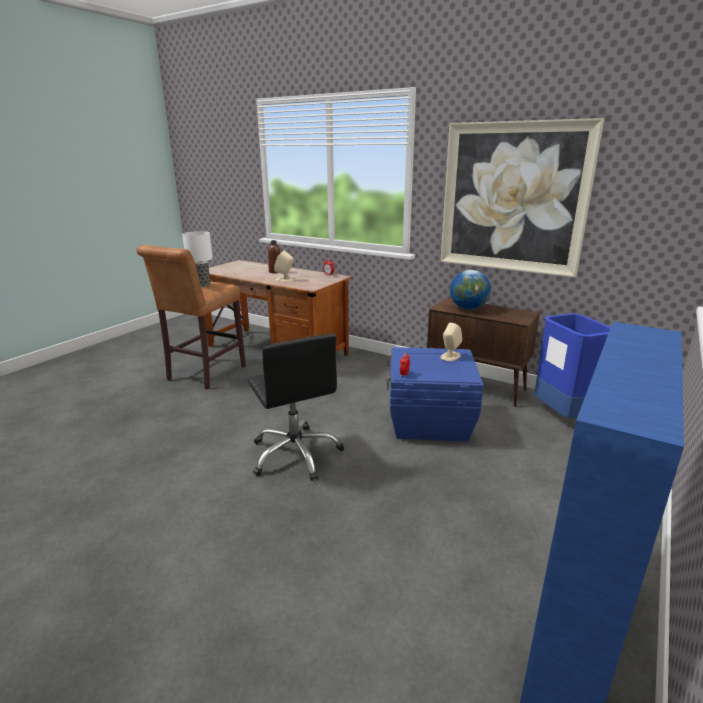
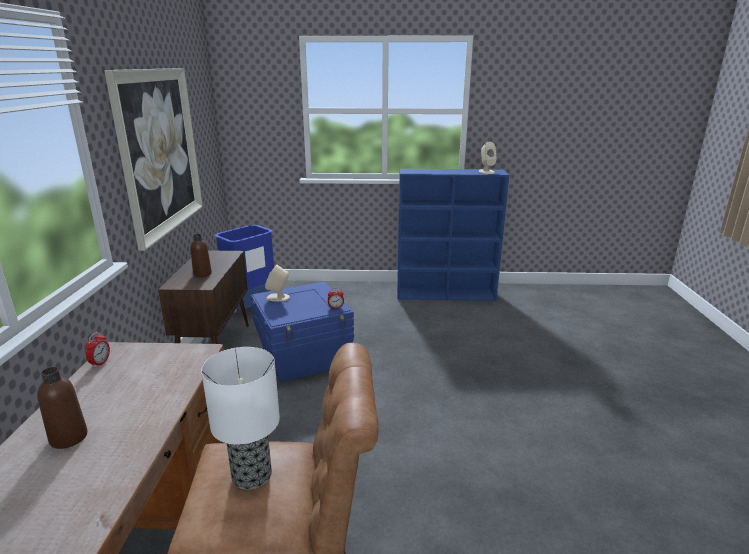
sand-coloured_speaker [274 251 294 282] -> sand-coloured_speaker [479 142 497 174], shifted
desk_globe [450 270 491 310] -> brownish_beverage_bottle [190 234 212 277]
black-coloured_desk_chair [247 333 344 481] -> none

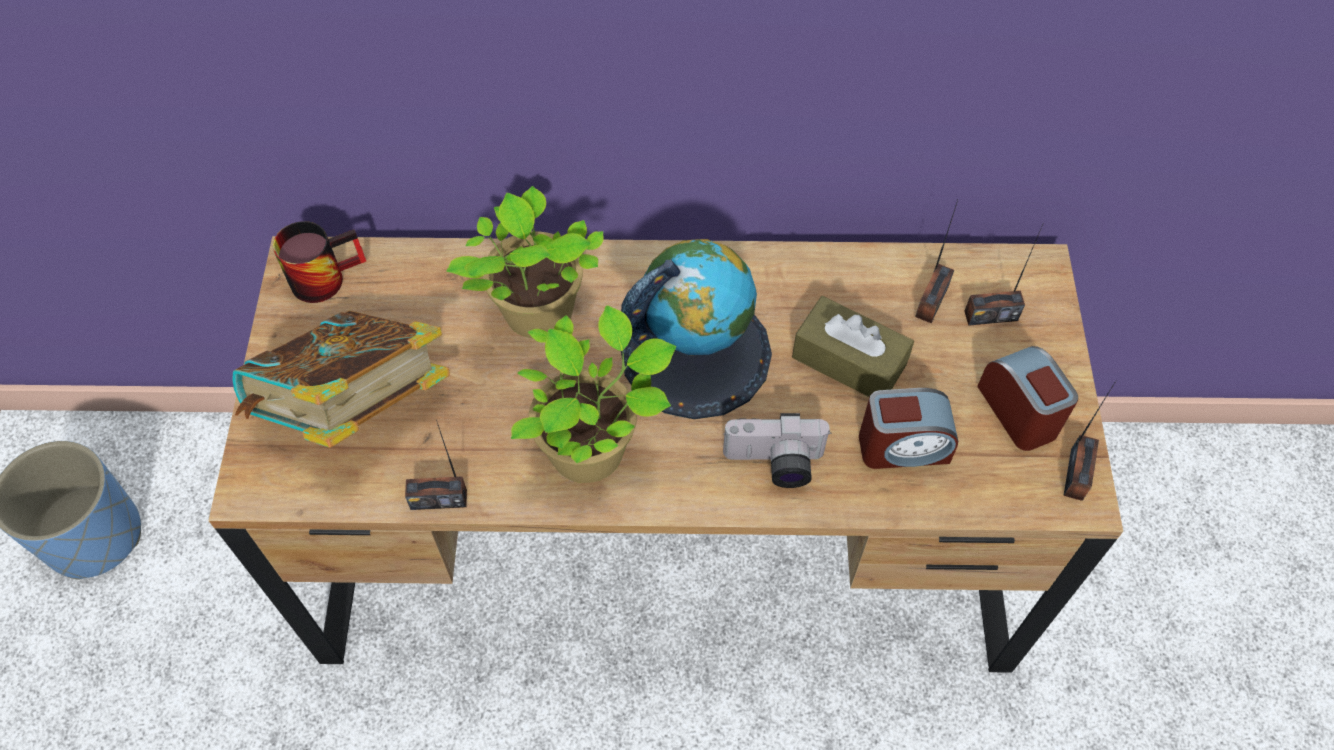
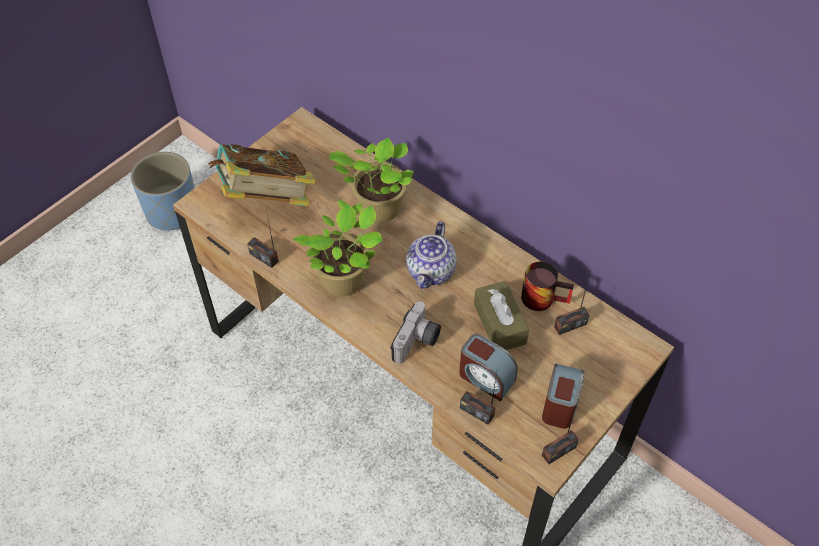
mug [273 221 366 303] -> mug [521 261 574 311], shifted
radio_set [964 225 1043 326] -> radio_set [460 372 497 424], shifted
desk_globe [621 239 772 419] -> tea_pot [406 221 457 289]
photo_camera [723 413 832 488] -> photo_camera [390 301 441 364], 105 degrees counterclockwise

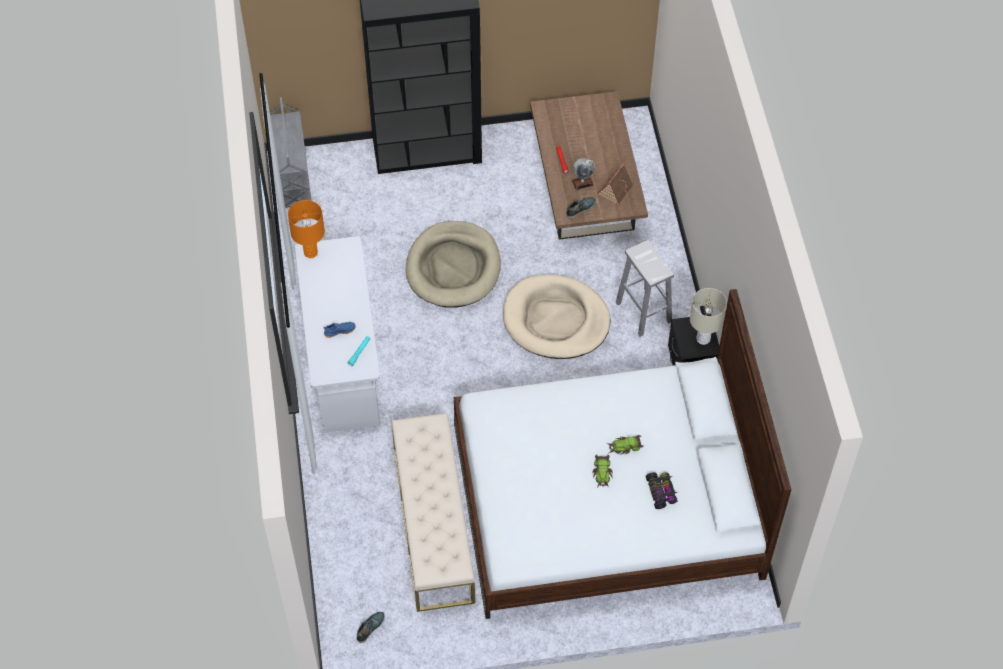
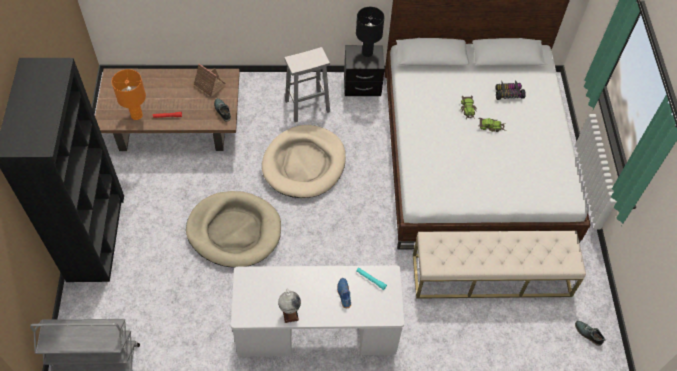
desk_globe [571 158 595 190] -> desk_globe [278 289 301 323], shifted
orangey_table_lamp [288 200 325 258] -> orangey_table_lamp [112 69 146 120], shifted
sand-coloured_table_lamp [690 288 727 345] -> black-coloured_table_lamp [356 7 384 57]

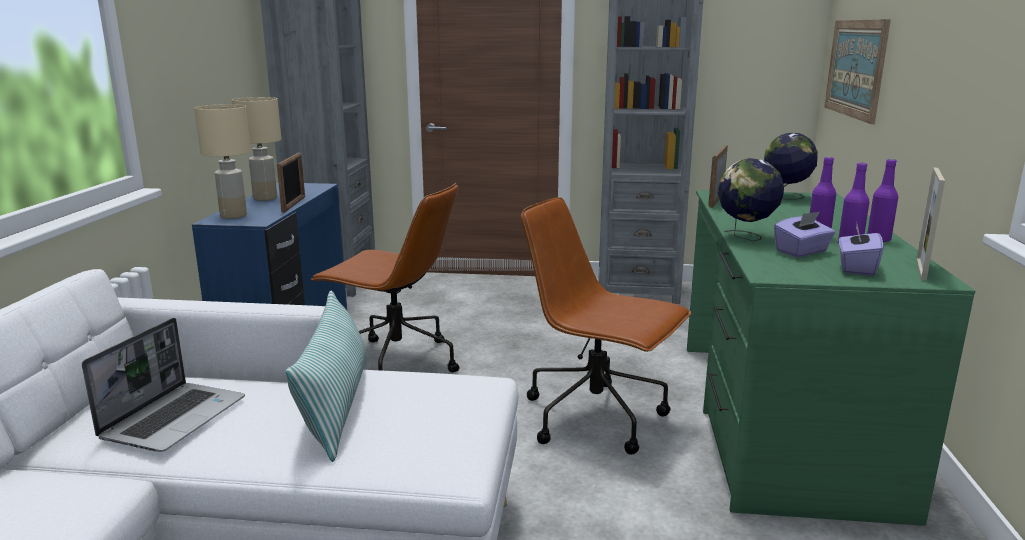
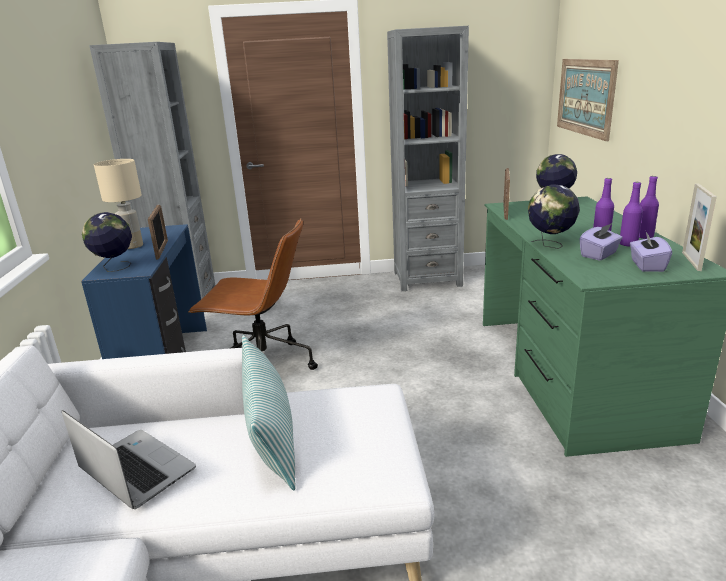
sand-coloured_table_lamp [194 104 251 219] -> desk_globe [82 212 132 272]
brownish_desk_chair [521 197 691 455] -> none
laptop [82 318 245 452] -> laptop [62 410 196 509], 60 degrees counterclockwise

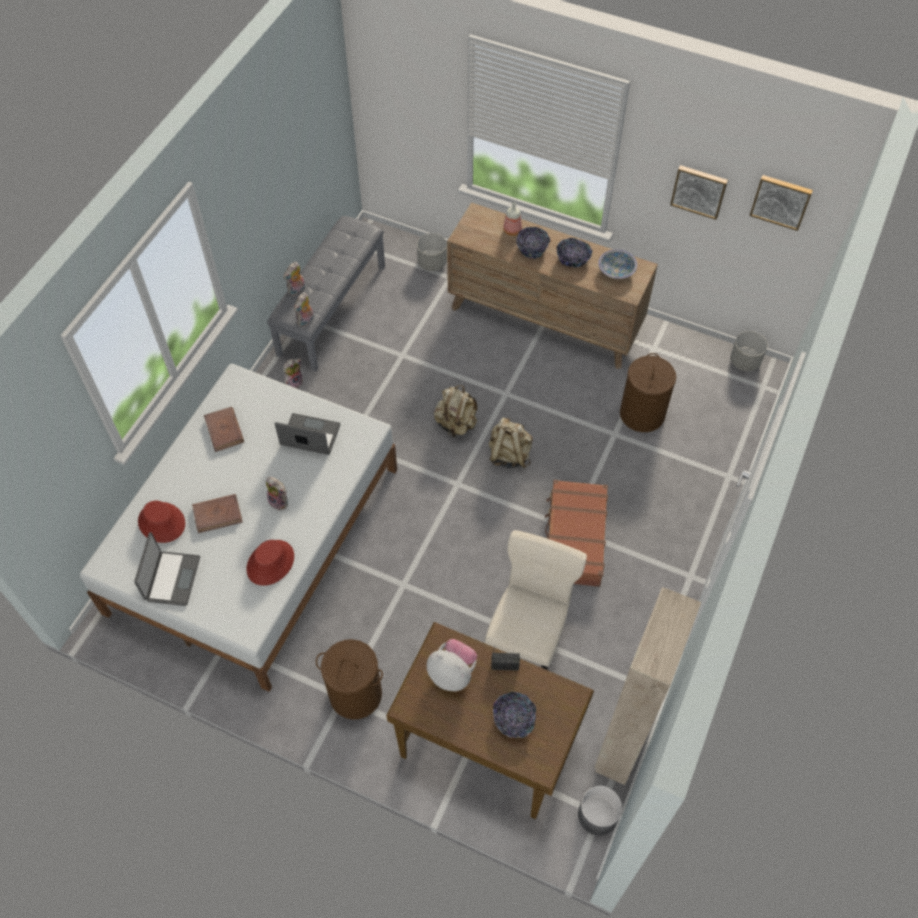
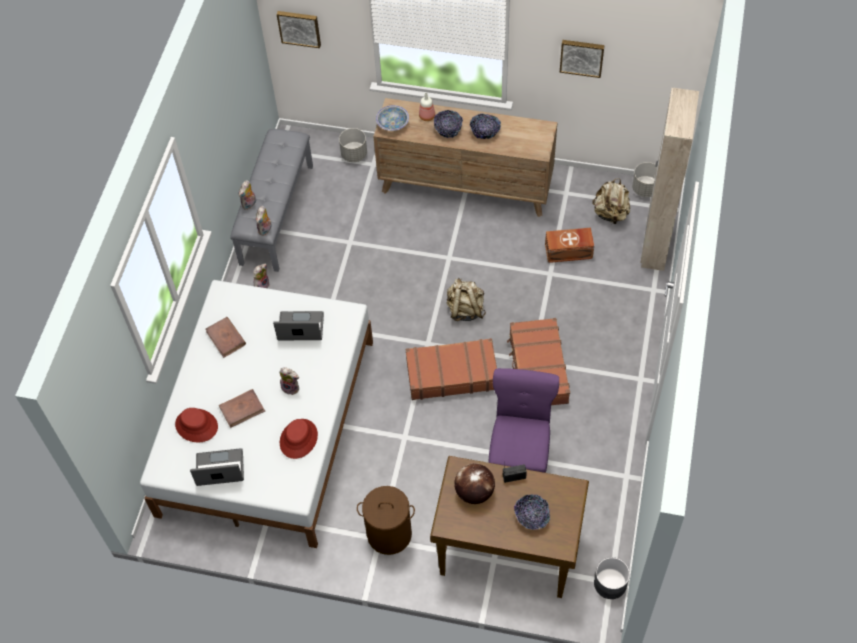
wall_picture [749 175 813 231] -> wall_picture [277 11 321 48], shifted
serving_bowl [598 249 637 279] -> serving_bowl [376 105 409 131], shifted
brownish_washing_basket [620 353 676 432] -> brownish_storage_box [545 228 594 263]
sand-coloured_backpack [434 385 478 437] -> sand-coloured_backpack [593 178 630 224], shifted
sand-coloured_upright_chair [485 530 587 670] -> purplish_upright_chair [488 368 559 473]
laptop [134 532 200 606] -> laptop [190 448 244 486], 90 degrees counterclockwise
sand-coloured_wardrobe [594 587 701 785] -> sand-coloured_wardrobe [640 88 699 271], shifted
cuddly_toy [427 639 477 691] -> desk_globe [454 463 495 504]
none -> brownish_travel_case [406 338 497 400]

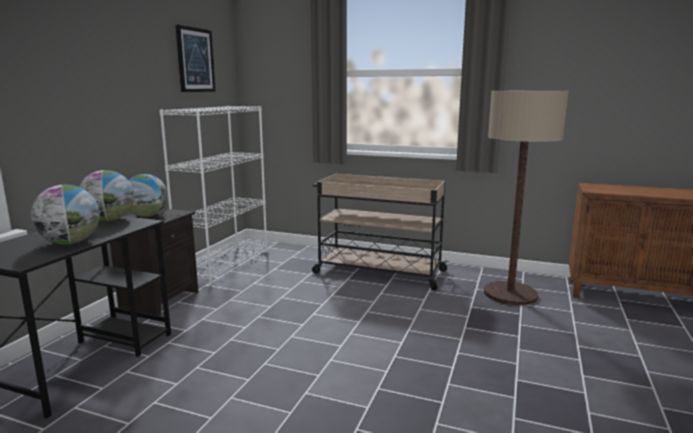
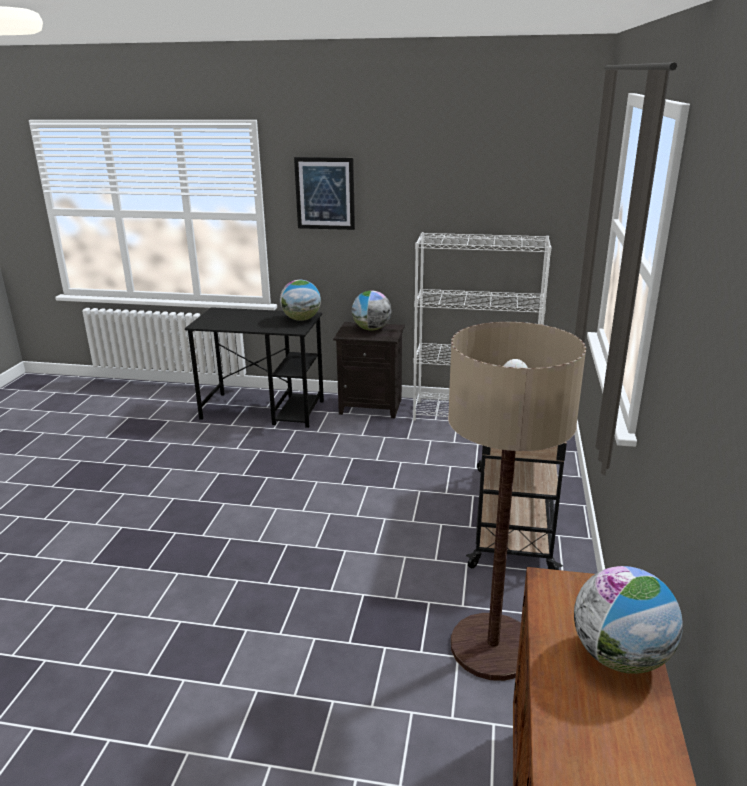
wall_picture [176 25 216 92] -> wall_picture [294 157 355 230], shifted
desk_globe [31 185 100 244] -> desk_globe [574 566 683 674], shifted

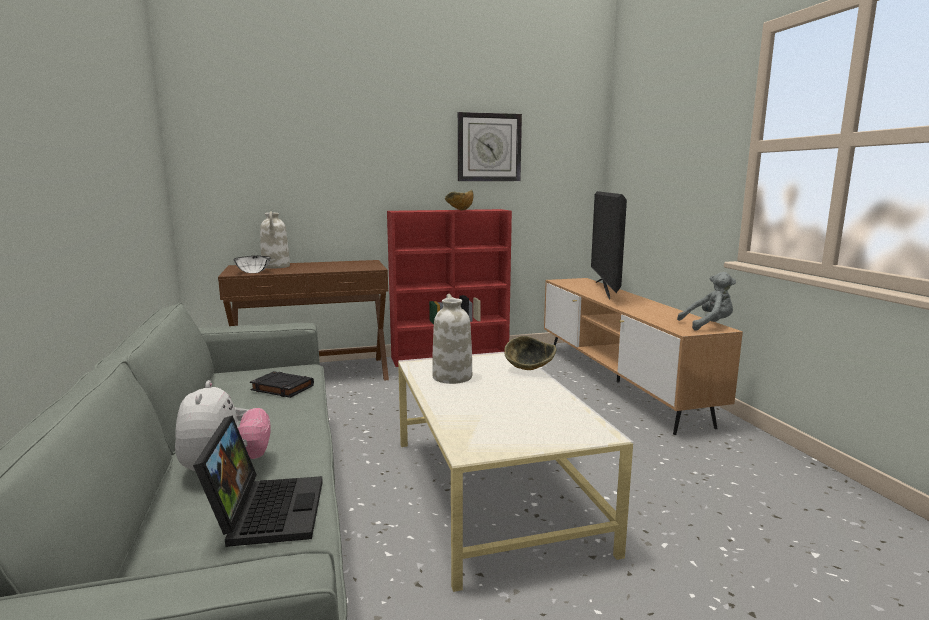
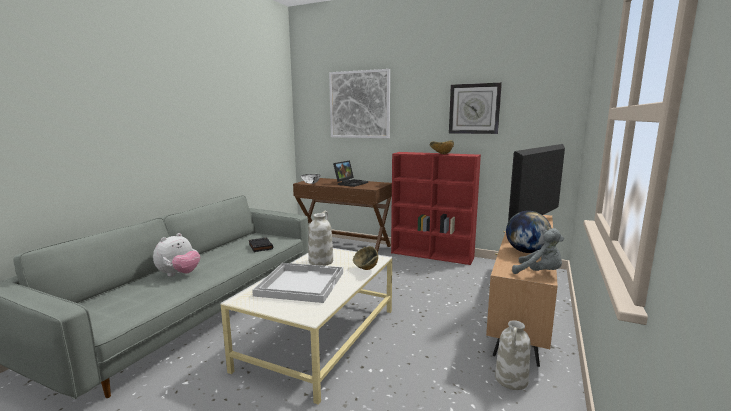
whitish_flower_vase [260 211 290 269] -> whitish_flower_vase [495 320 530 390], shifted
laptop [193 415 323 547] -> laptop [333 160 368 187], shifted
none -> wall_picture [329 69 390 138]
none -> desk_globe [506 211 552 253]
none -> whitish_carrying_tray [252 263 343 303]

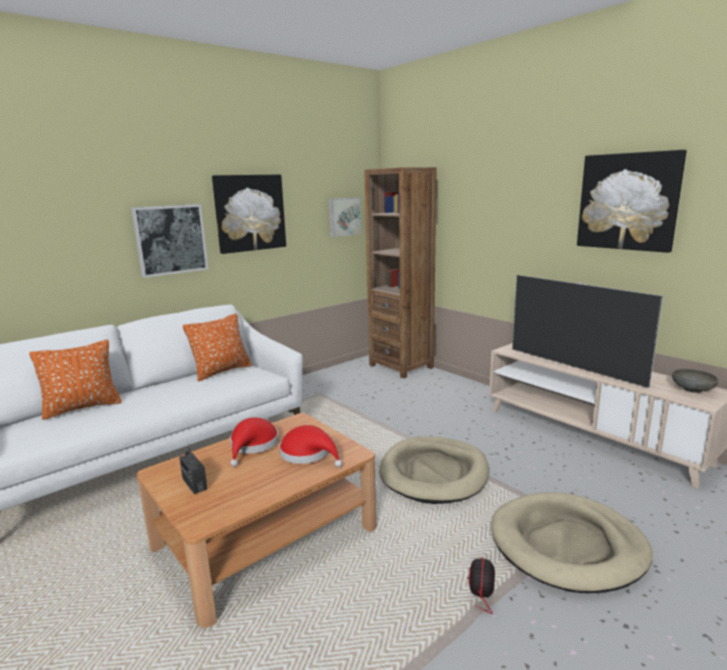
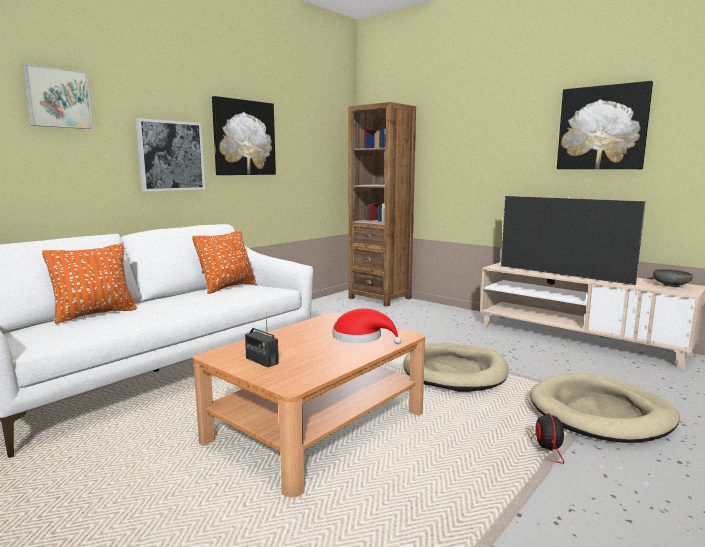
wall_picture [329 197 361 237] -> wall_picture [23 64 93 129], shifted
red-coloured_wearable_hat [230 417 279 467] -> none

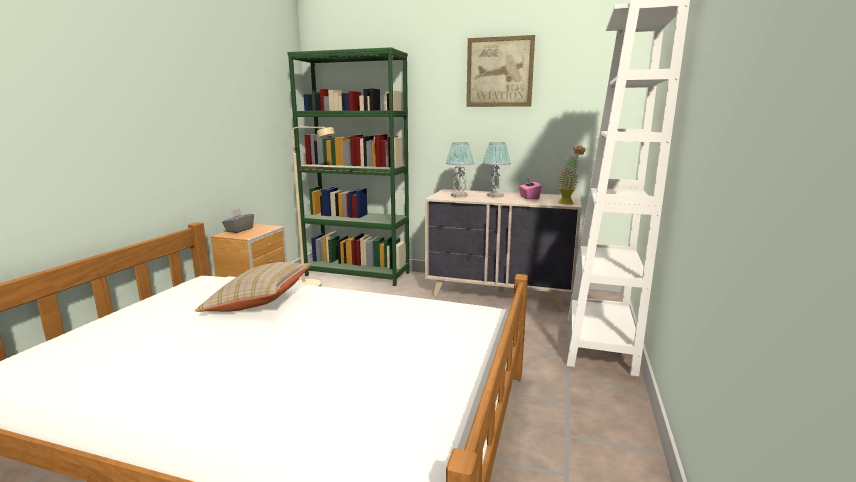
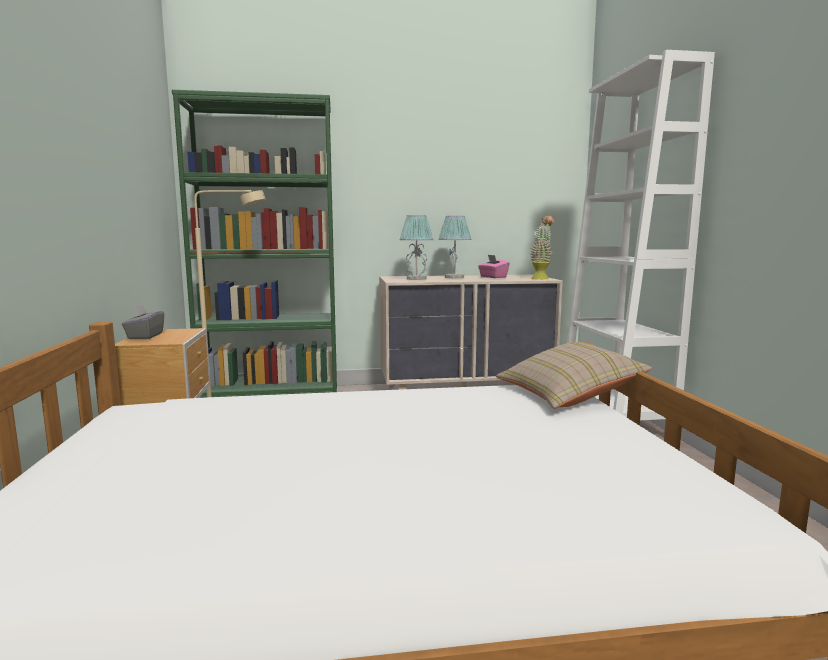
wall_picture [466 35 535 107] -> none
sand-coloured_cushion [195 262 312 312] -> sand-coloured_cushion [496 342 652 409], shifted

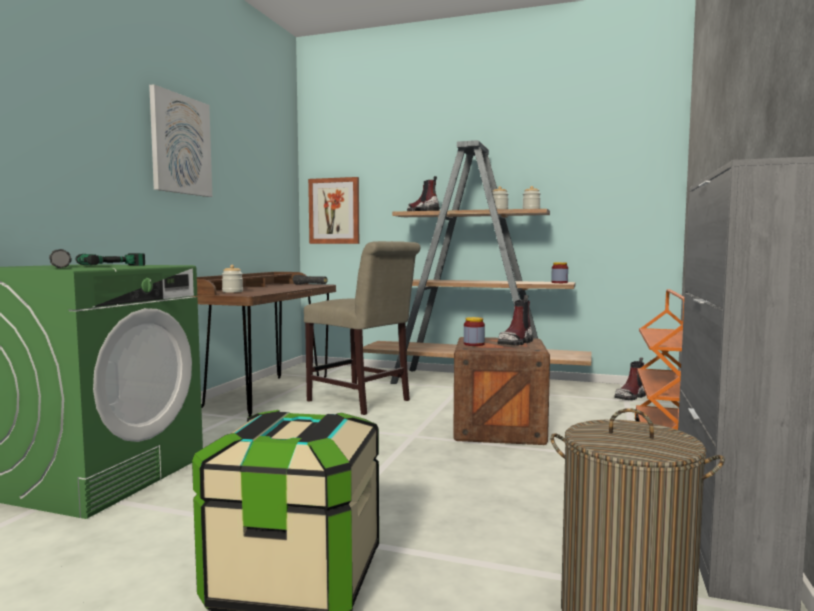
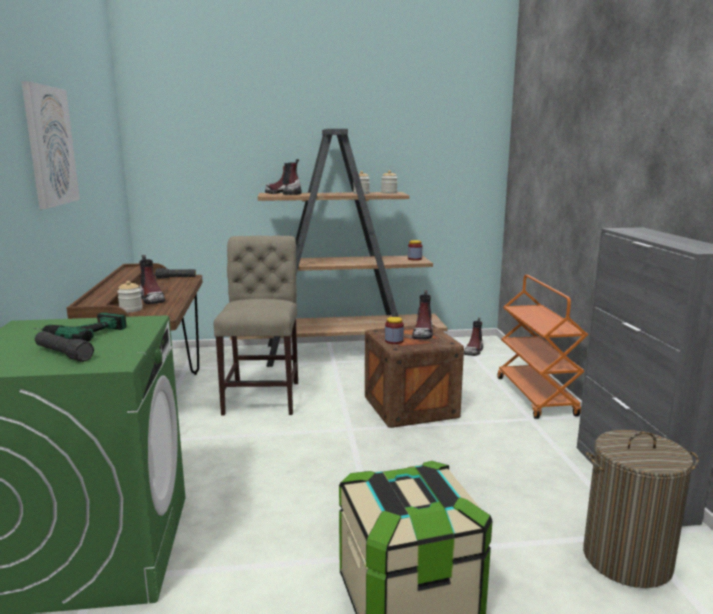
wall_picture [308 177 359 244] -> none
sand-coloured_upright_chair [304 241 420 415] -> sand-coloured_upright_chair [213 236 298 416], 105 degrees counterclockwise
none -> boot [139 255 165 304]

